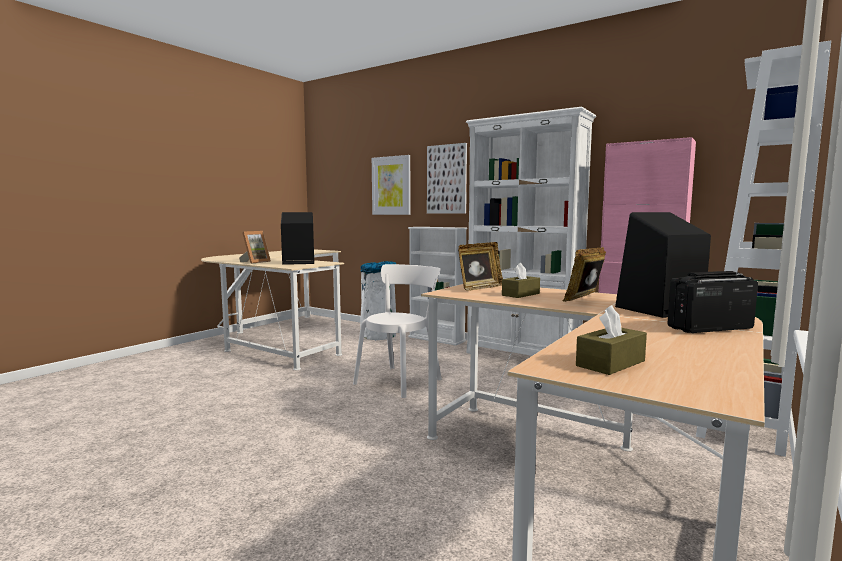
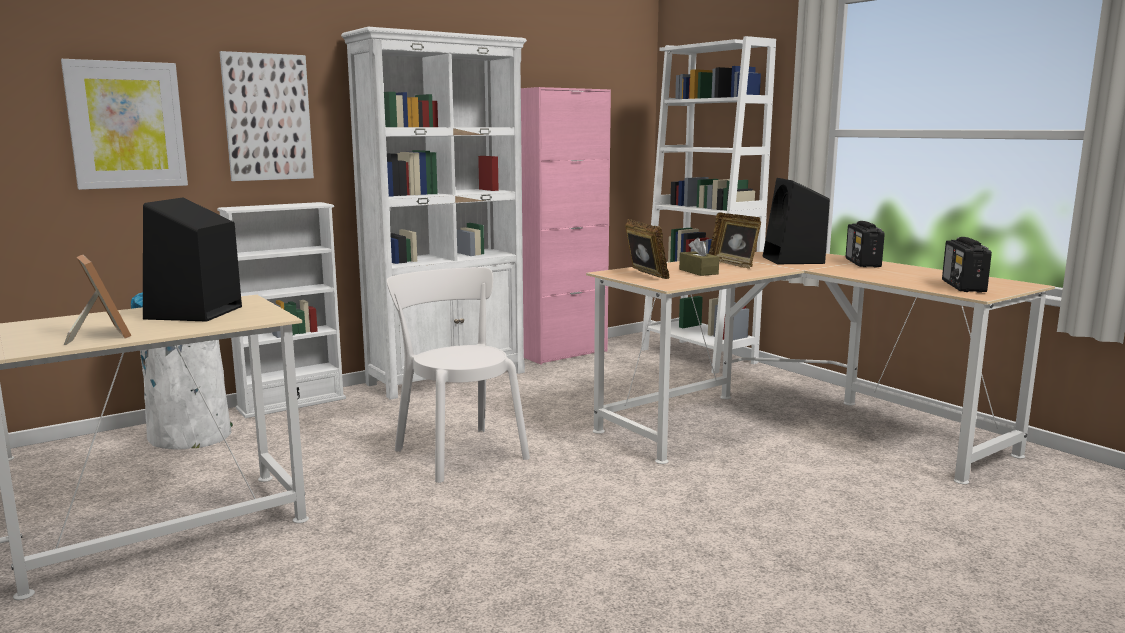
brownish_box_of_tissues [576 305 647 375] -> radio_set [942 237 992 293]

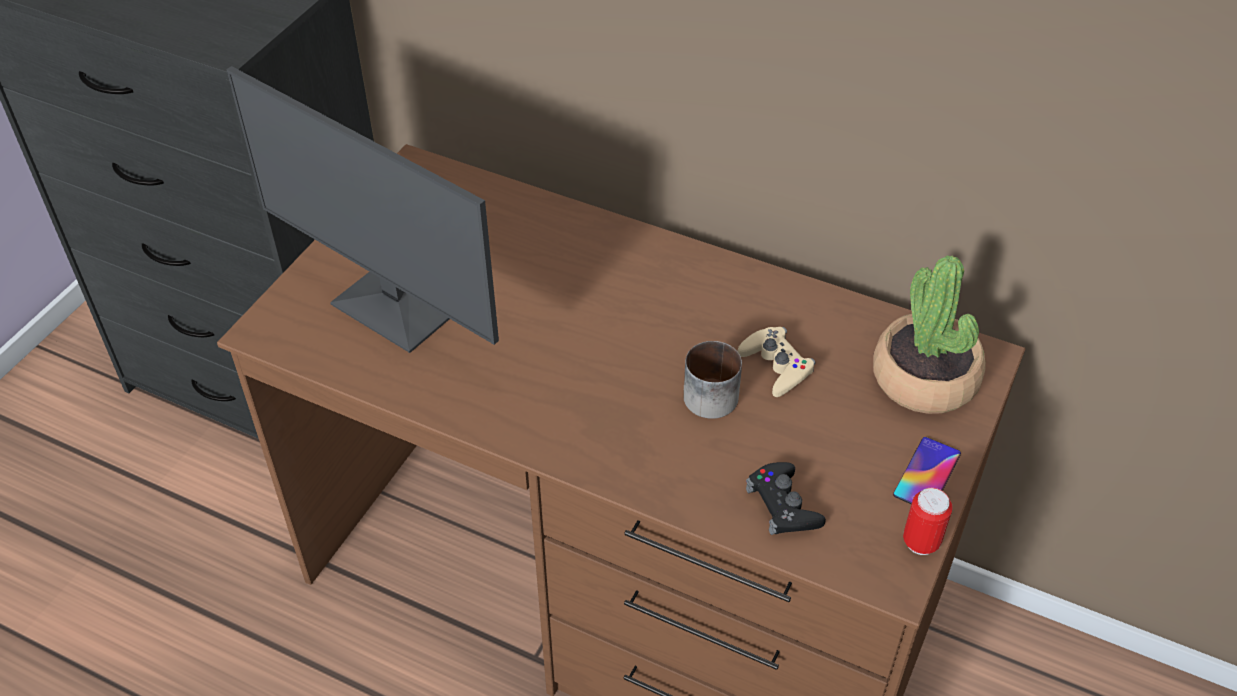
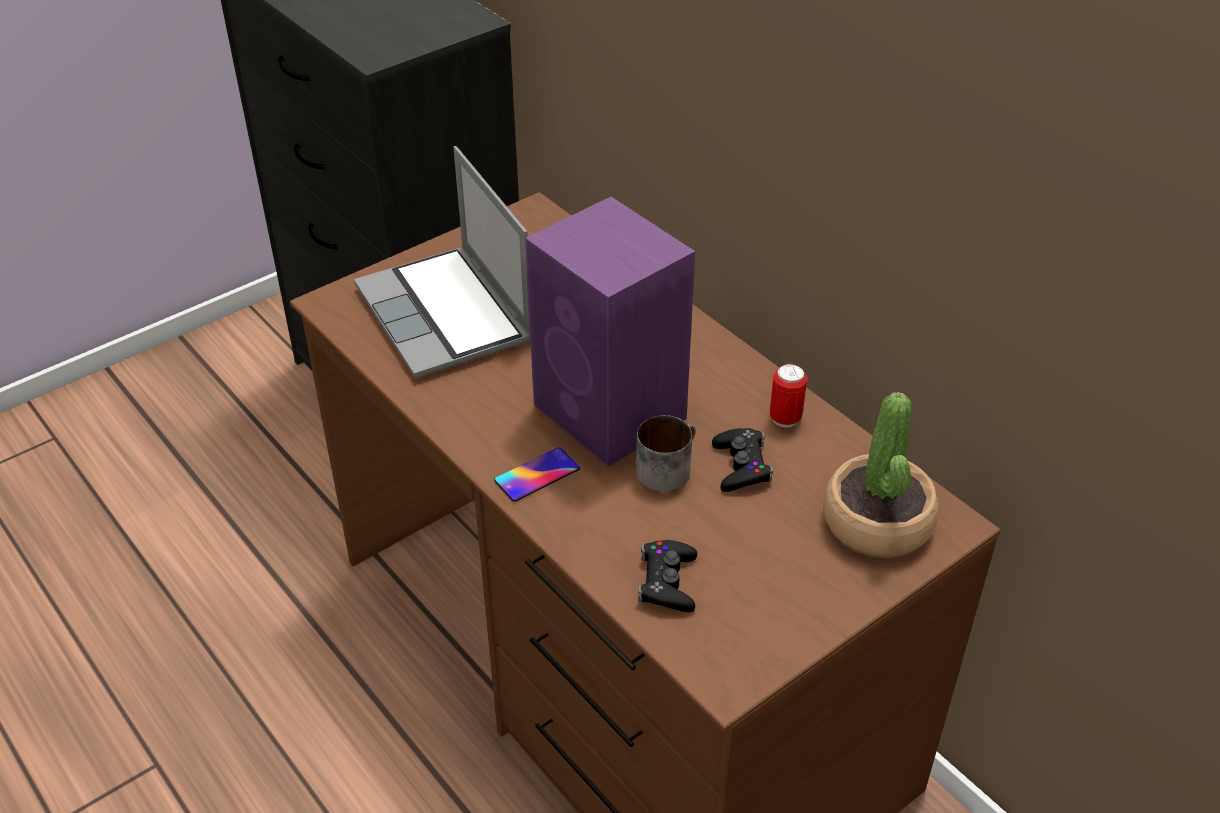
computer_screen [226 66 499 353] -> laptop [354 146 530 379]
sand-coloured_gamepad [737 327 816 397] -> black-coloured_gamepad [712 428 773 492]
telephone [893 437 961 504] -> telephone [494 447 580 502], shifted
sealed_can [903 488 952 555] -> sealed_can [770 364 807 428], shifted
none -> purplish_speaker [525 197 695 467]

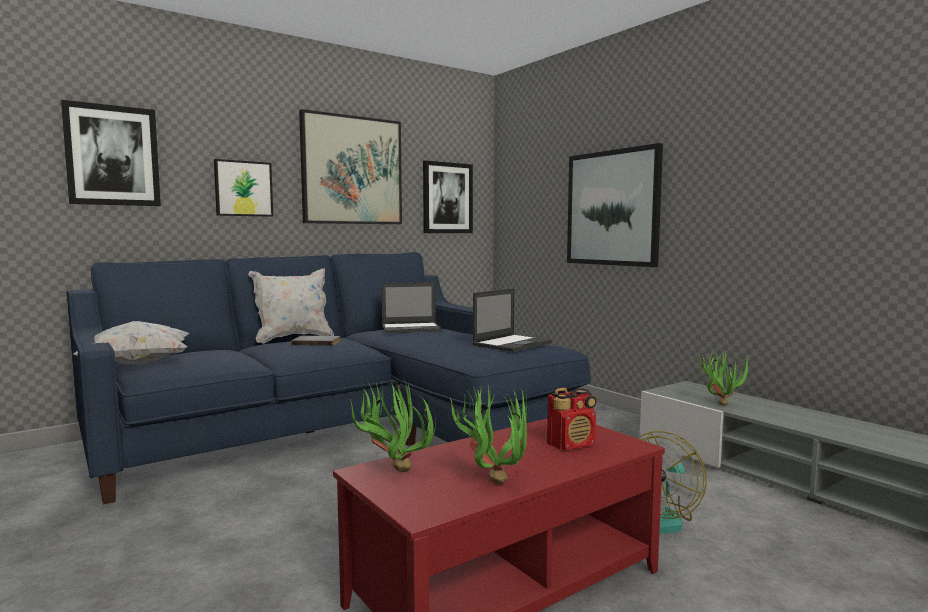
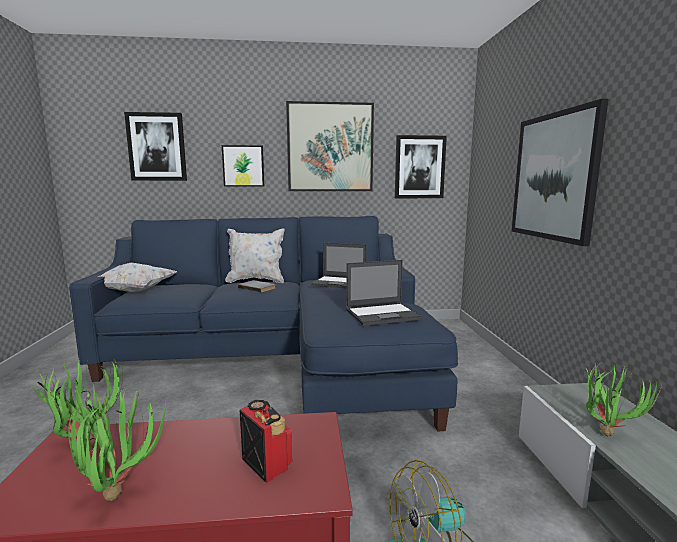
radio_set [547 388 597 450] -> radio_set [240 400 292 483], 135 degrees counterclockwise

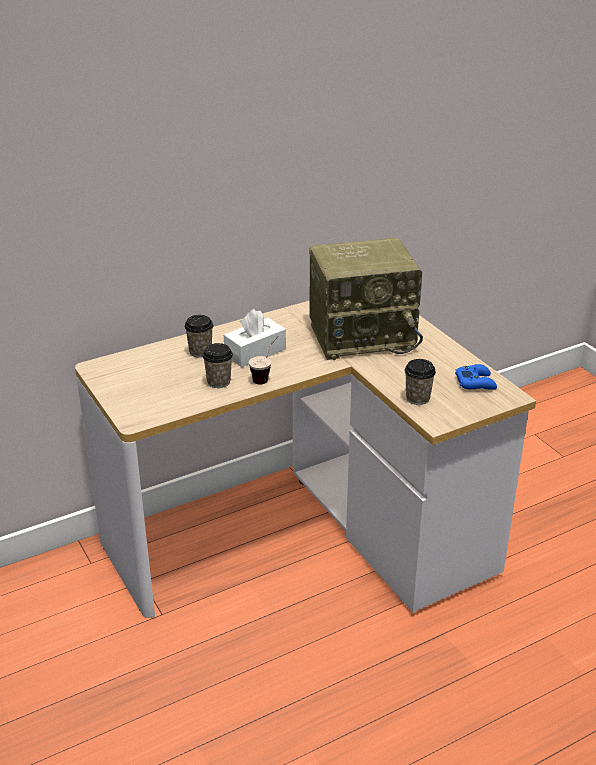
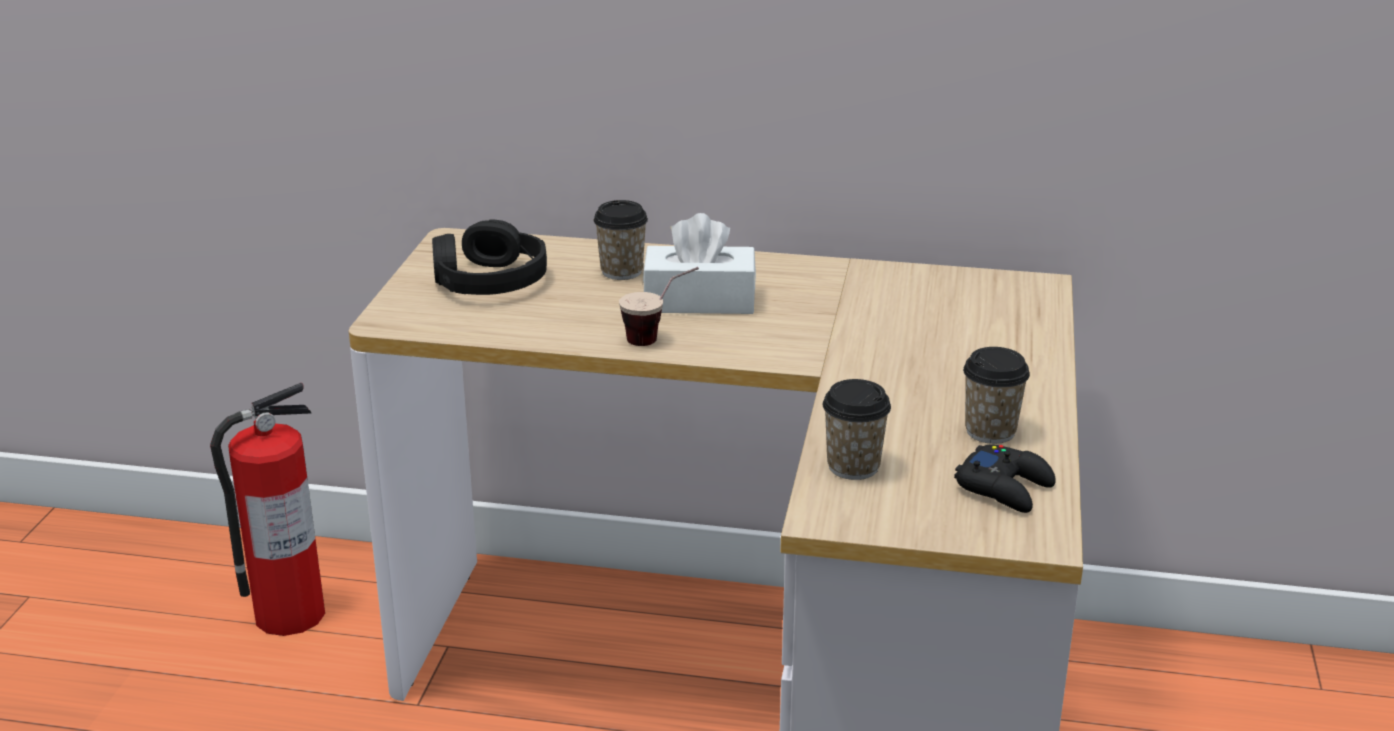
radio_set [309 237 423 360] -> none
drinking_cup [202 343 233 388] -> drinking_cup [963 347 1030 444], shifted
blue_gamepad [455 364 497 390] -> black-coloured_gamepad [954 445 1056 513]
none -> black-coloured_pair_of_headphones [432 219 547 295]
none -> fire_extinguisher [210 383 325 636]

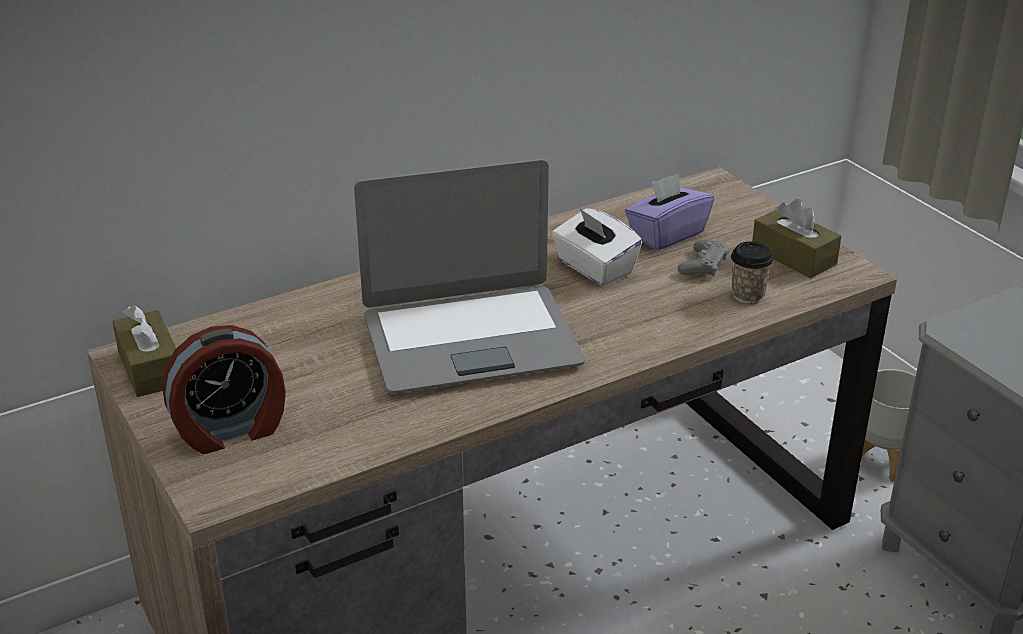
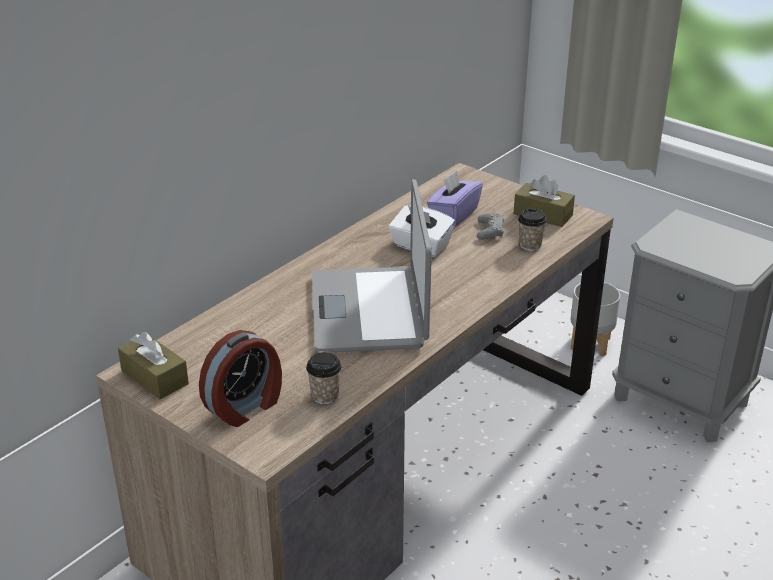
laptop [354 159 585 393] -> laptop [312 179 432 352], 120 degrees clockwise
none -> drinking_cup [306 352 342 404]

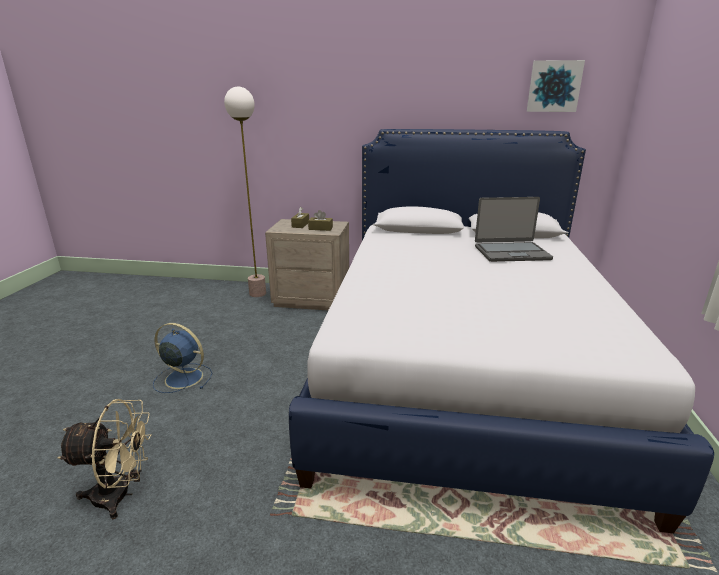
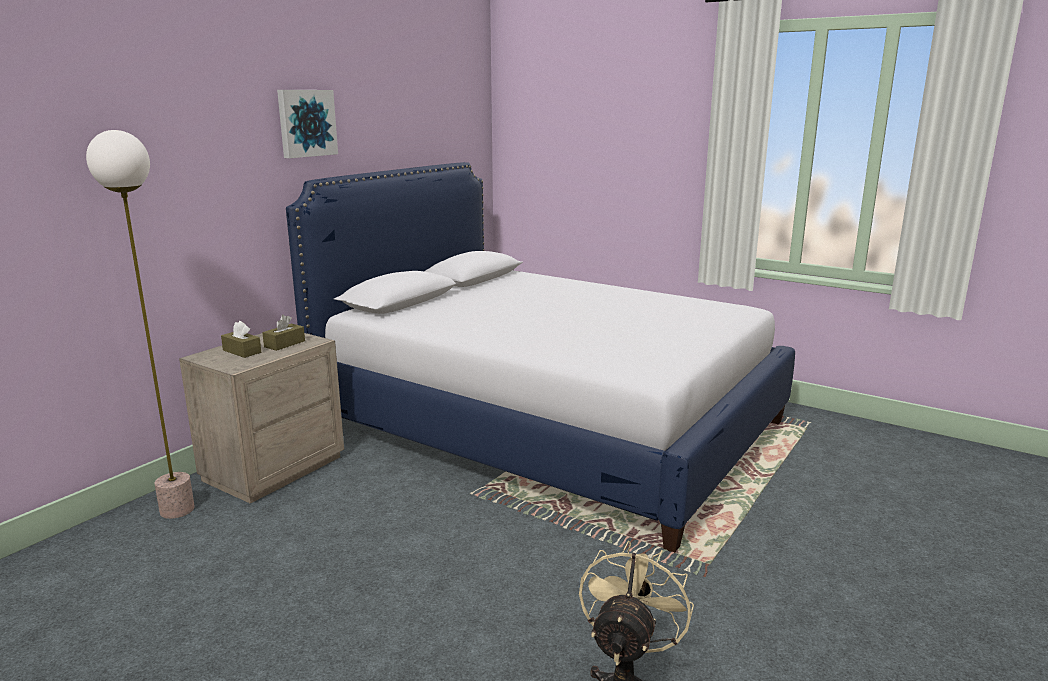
wall_picture [527 60 585 112] -> wall_picture [277 90 338 158], shifted
laptop [475 197 553 262] -> none
blue_cooling_fan [153 323 212 393] -> none

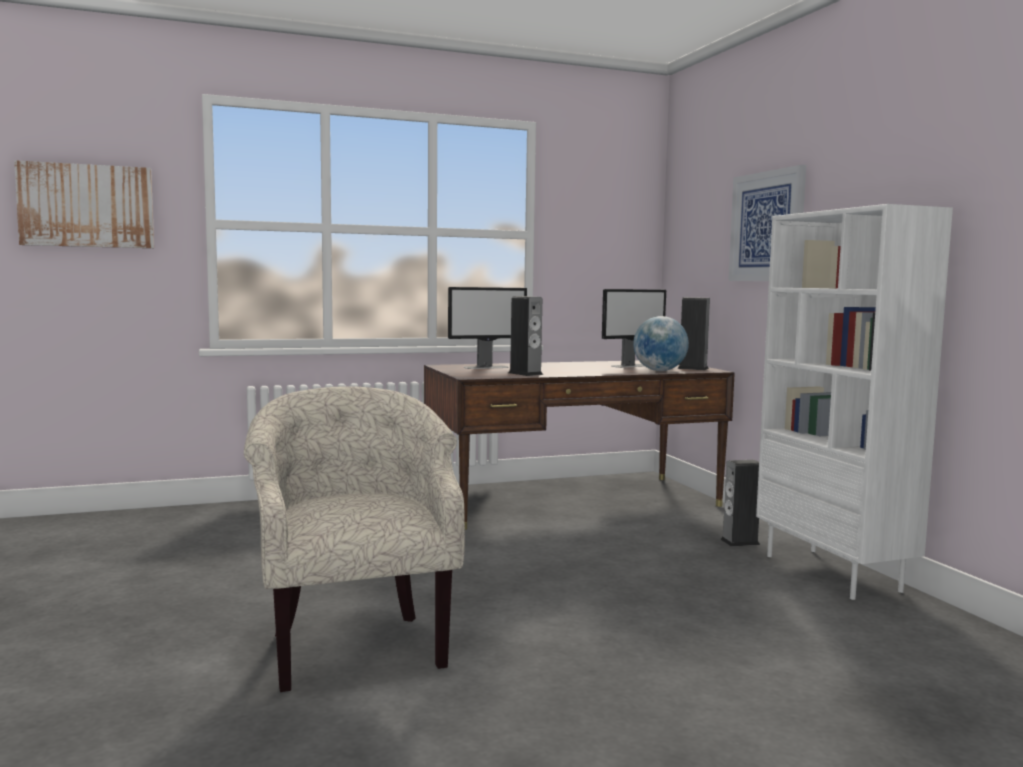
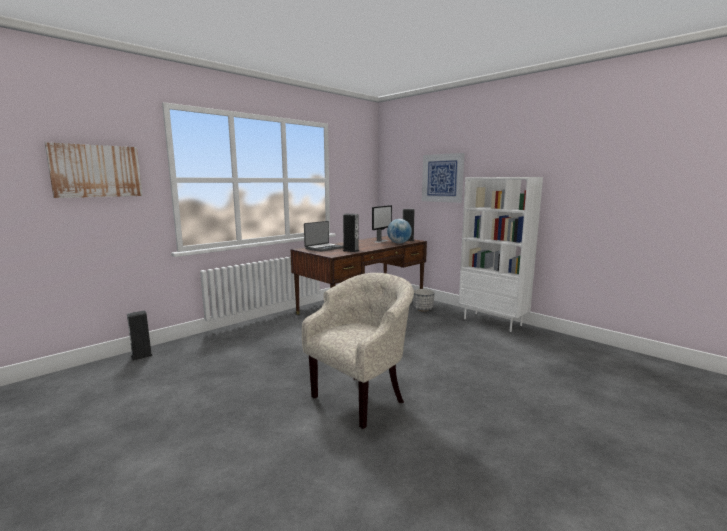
computer_screen [448 287 527 369] -> laptop [304 221 344 252]
sand-coloured_easy_chair [244 386 465 692] -> sand-coloured_easy_chair [302 273 414 429], 90 degrees clockwise
speaker [720 460 760 547] -> speaker [127 310 153 361], shifted
none -> flower_pot [413 289 435 311]

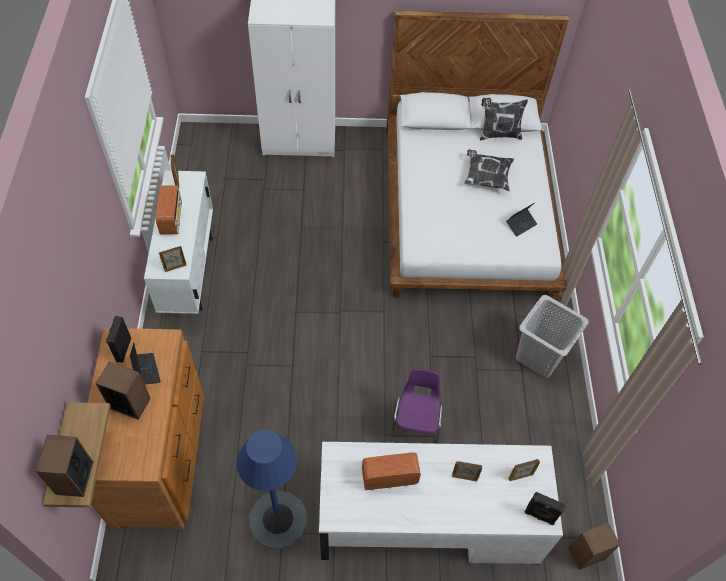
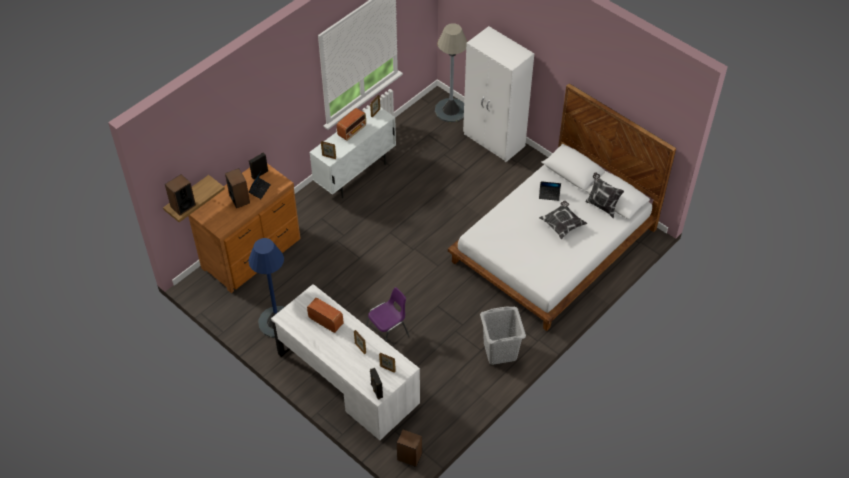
laptop [506 203 537 237] -> laptop [539 181 561 201], shifted
none -> greyish_floor_lamp [435 23 467 122]

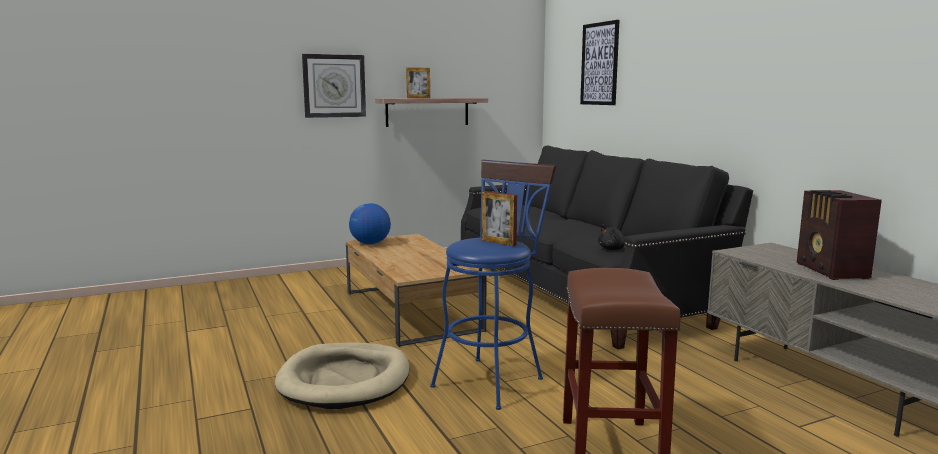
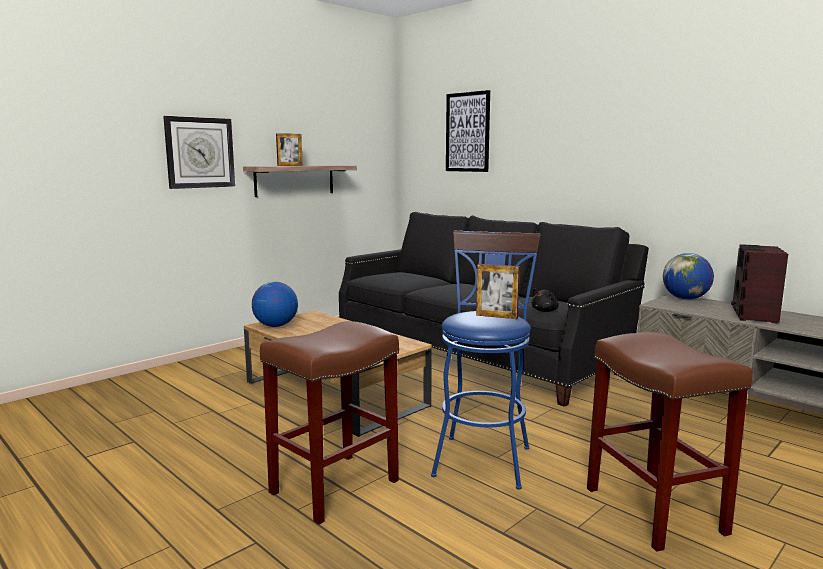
radio_set [797 190 882 280] -> radio_set [731 244 788 323], 45 degrees clockwise
sand-coloured_pet_bed [275 342 410 409] -> brownish_stool [260 321 399 525]
none -> desk_globe [663 253 714 300]

